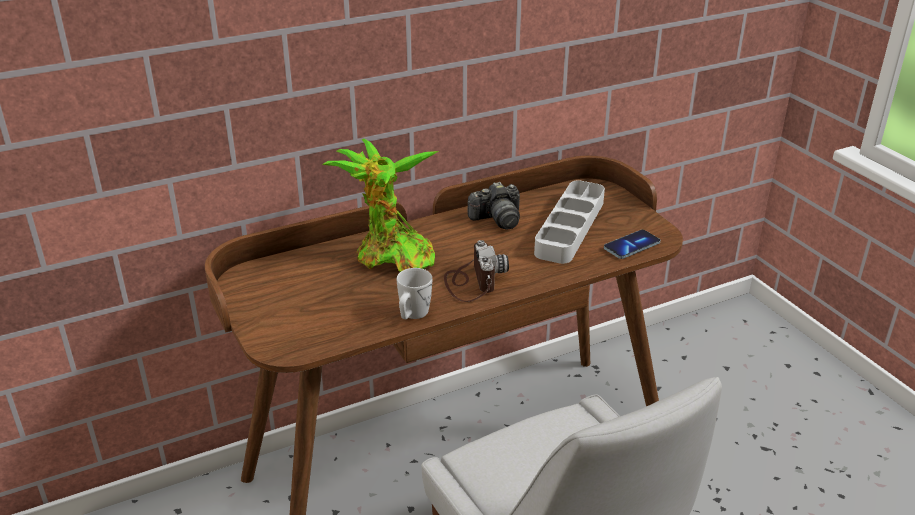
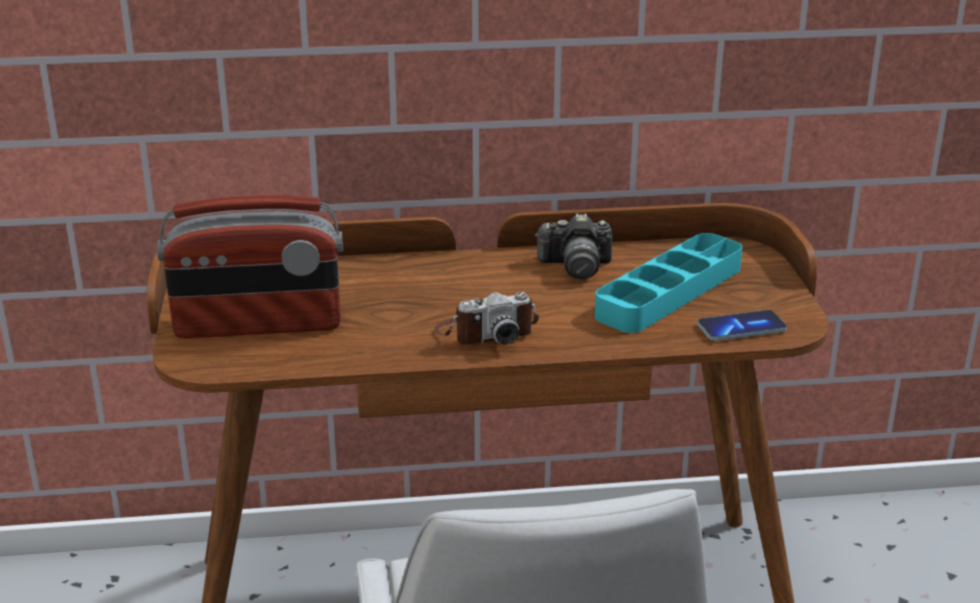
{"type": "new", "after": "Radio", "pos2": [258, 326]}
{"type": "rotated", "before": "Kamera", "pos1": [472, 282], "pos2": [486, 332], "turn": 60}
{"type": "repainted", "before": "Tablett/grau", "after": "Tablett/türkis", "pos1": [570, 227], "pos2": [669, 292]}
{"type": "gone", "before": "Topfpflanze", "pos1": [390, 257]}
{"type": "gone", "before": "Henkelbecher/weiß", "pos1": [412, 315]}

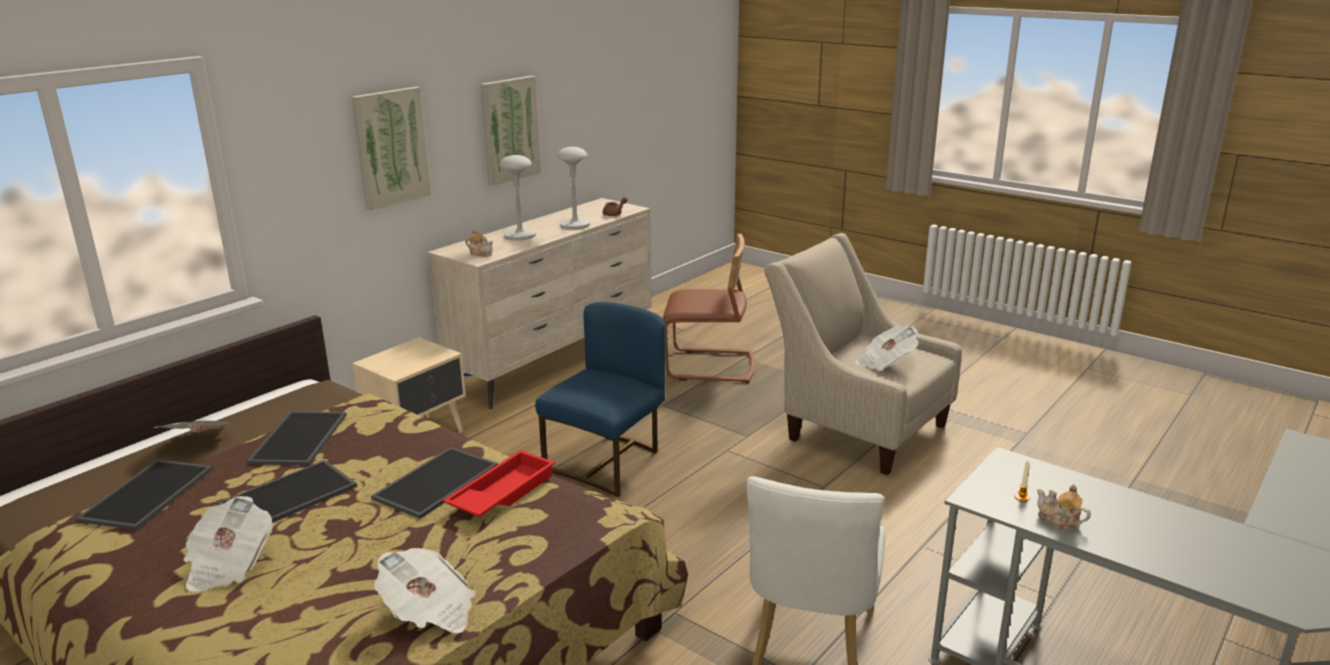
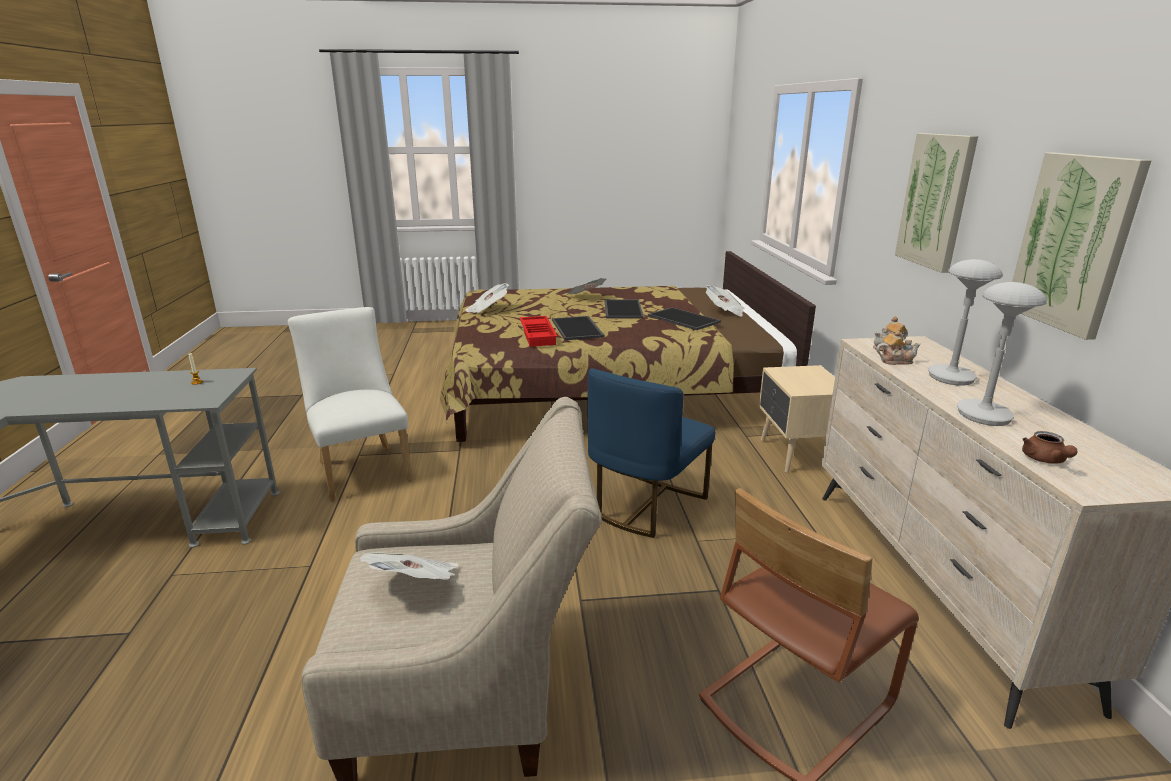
{"type": "rotated", "before": "Stuhl/blau", "pos1": [607, 462], "pos2": [646, 505], "turn": 45}
{"type": "shifted", "before": "Teekanne", "pos1": [1058, 521], "pos2": [895, 361]}
{"type": "gone", "before": "Tablett", "pos1": [148, 495]}

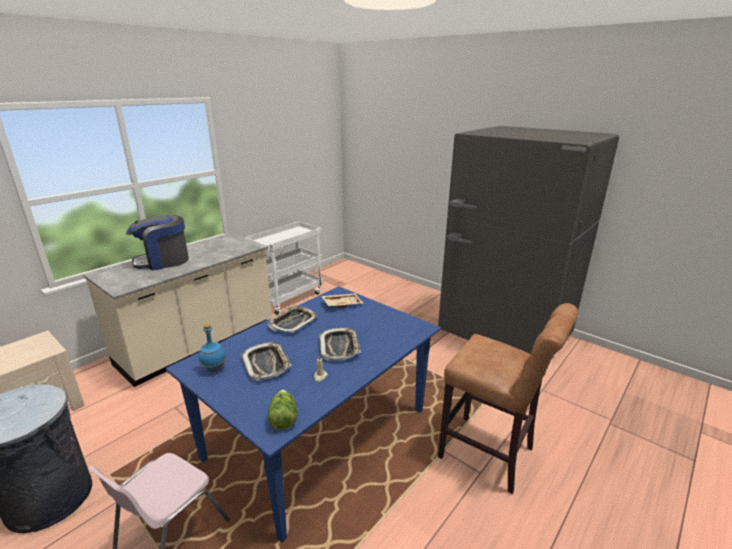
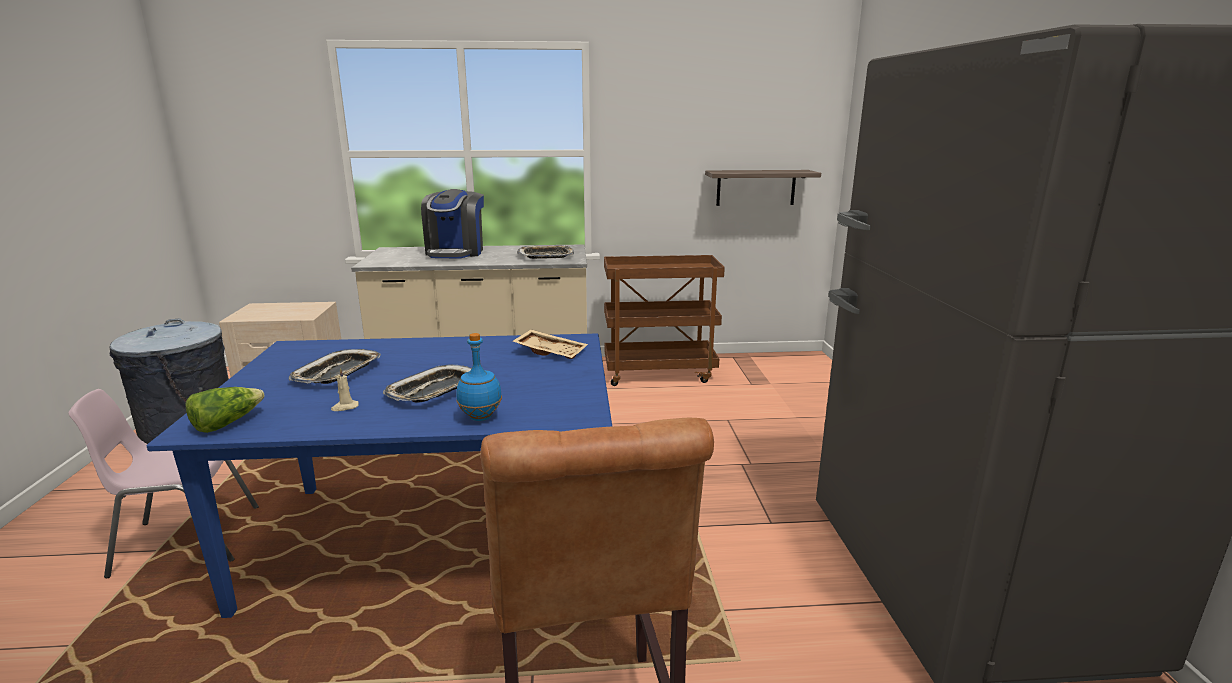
{"type": "rotated", "before": "Kaffeemaschine", "pos1": [163, 261], "pos2": [456, 252], "turn": -105}
{"type": "shifted", "before": "Flasche/blau", "pos1": [214, 369], "pos2": [480, 417]}
{"type": "shifted", "before": "Tablett", "pos1": [292, 322], "pos2": [546, 256]}
{"type": "repainted", "before": "Rollwagen/weiß", "after": "Rollwagen/braun", "pos1": [289, 297], "pos2": [660, 373]}
{"type": "new", "after": "Wandregal", "pos2": [756, 187]}

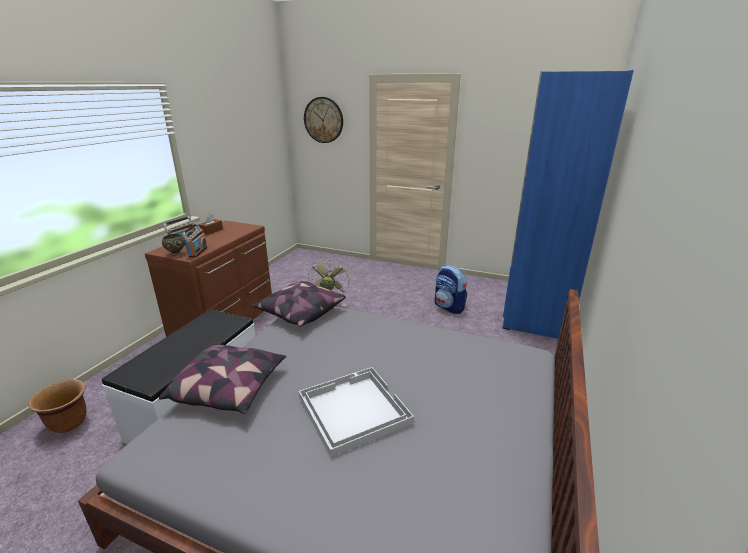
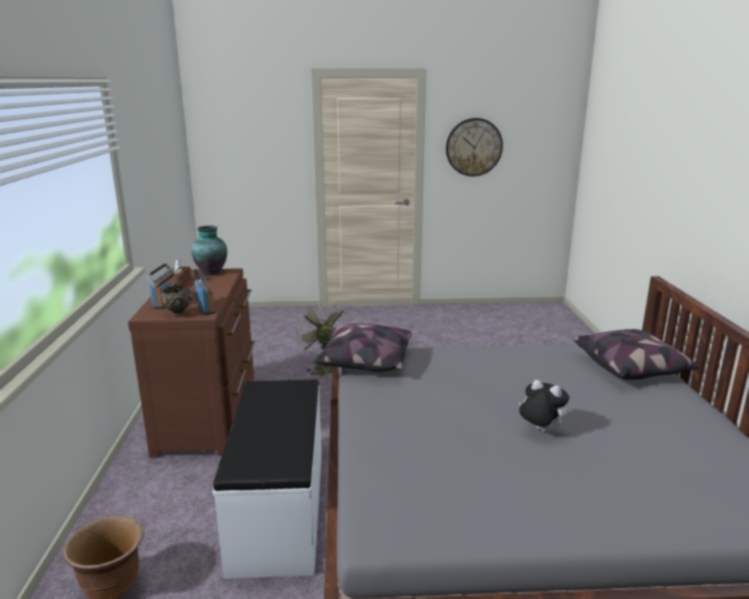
{"type": "new", "after": "Vase", "pos2": [211, 271]}
{"type": "shifted", "before": "Wanduhr", "pos1": [323, 120], "pos2": [474, 147]}
{"type": "swapped", "before": "Tablett/weiß", "after": "Plüschtier", "pos1": [352, 409], "pos2": [539, 430]}
{"type": "shifted", "before": "Kissen", "pos1": [230, 388], "pos2": [632, 368]}
{"type": "gone", "before": "Rucksack", "pos1": [449, 307]}
{"type": "gone", "before": "Kleiderschrank/blau", "pos1": [536, 309]}

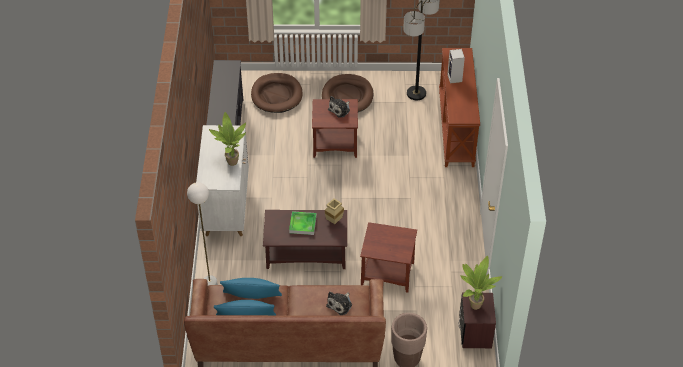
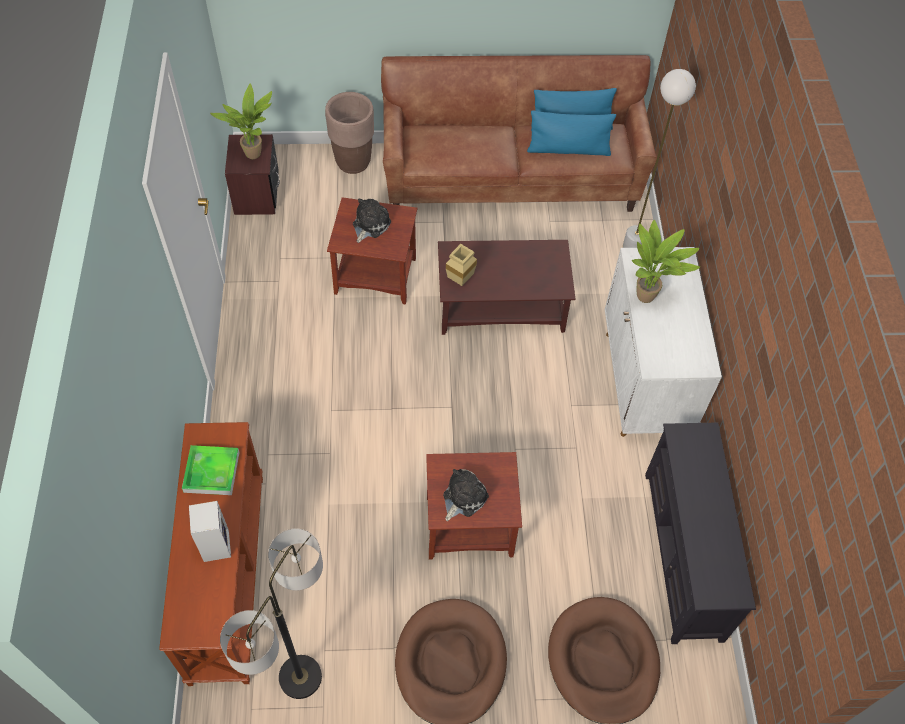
{"type": "shifted", "before": "Tablett", "pos1": [303, 224], "pos2": [211, 472]}
{"type": "shifted", "before": "Plüschtier", "pos1": [340, 304], "pos2": [370, 225]}

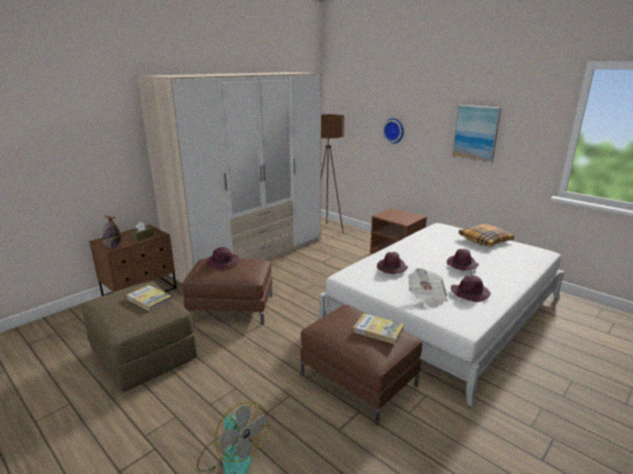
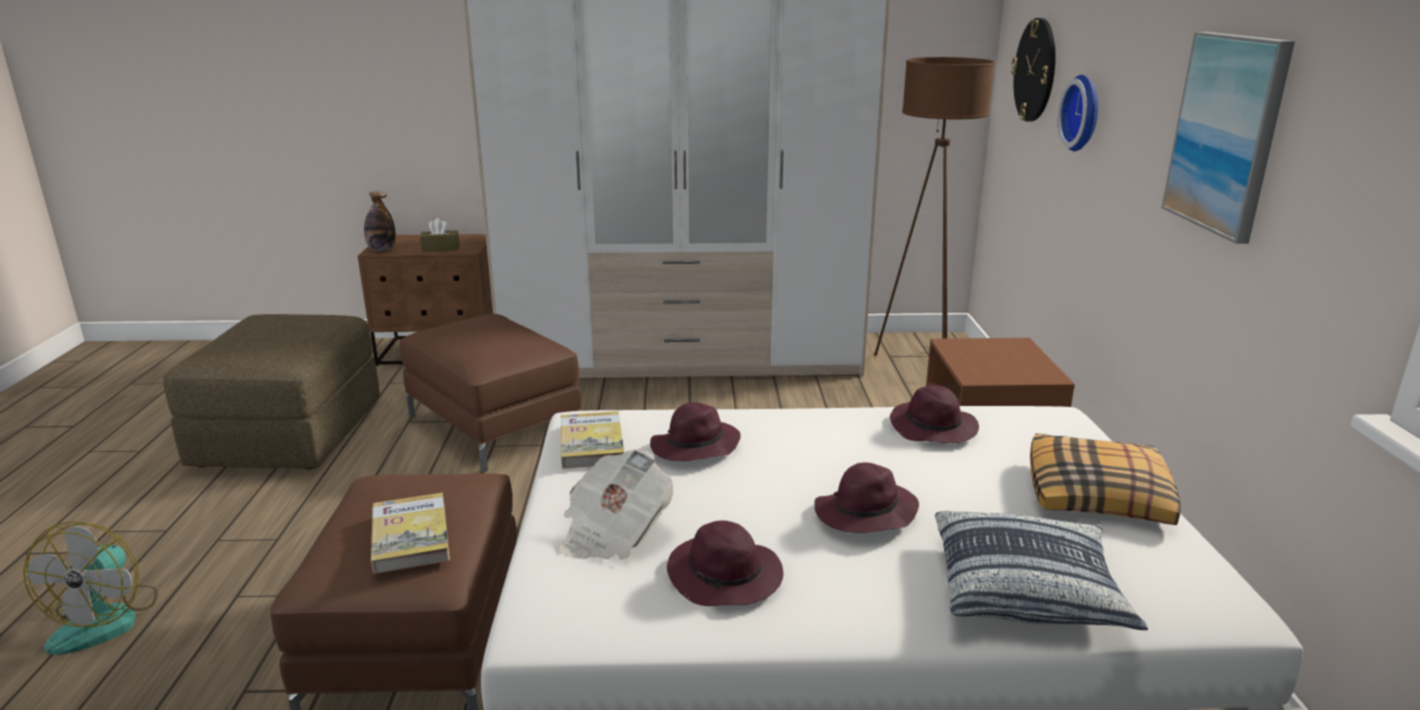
{"type": "shifted", "before": "Buch", "pos1": [149, 300], "pos2": [591, 444]}
{"type": "shifted", "before": "Hut/lila", "pos1": [223, 262], "pos2": [934, 428]}
{"type": "new", "after": "Kissen", "pos2": [1027, 588]}
{"type": "new", "after": "Wanduhr", "pos2": [1035, 70]}

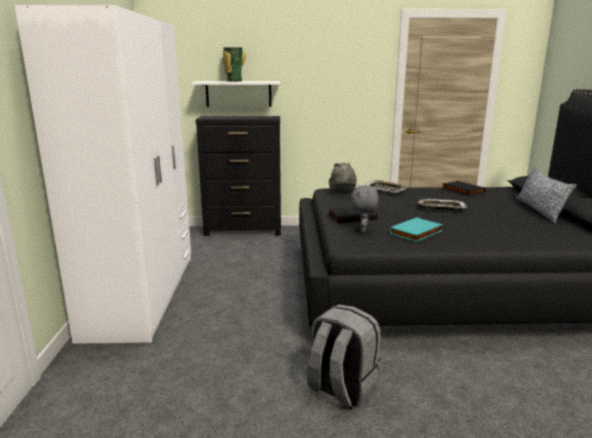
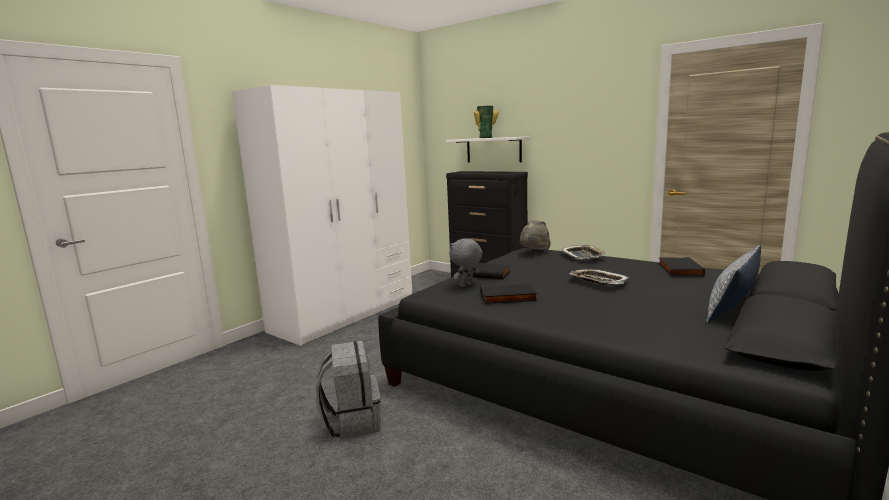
{"type": "repainted", "before": "Buch/türkis", "after": "Buch/schwarz", "pos1": [417, 233], "pos2": [508, 297]}

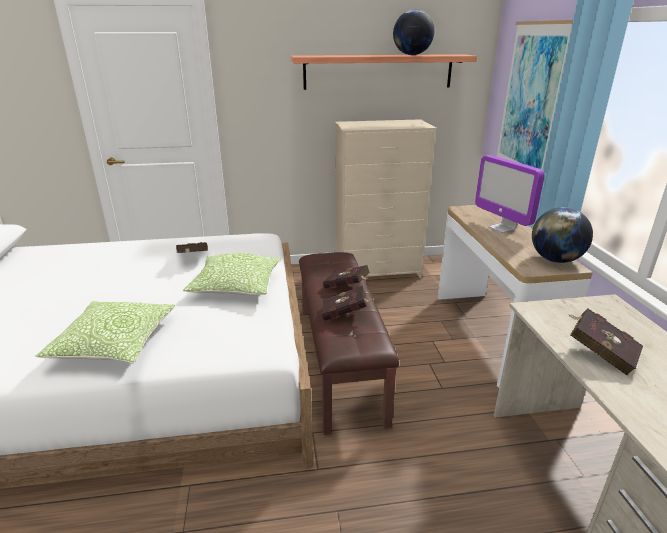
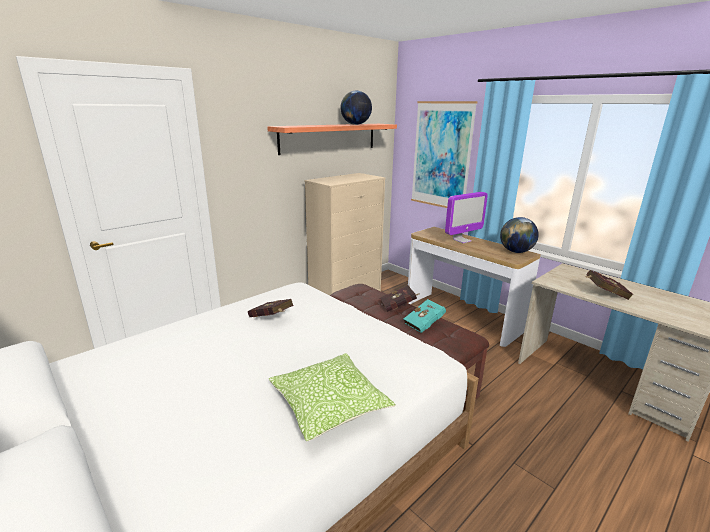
{"type": "repainted", "before": "Buch/rot", "after": "Buch/türkis", "pos1": [346, 314], "pos2": [425, 324]}
{"type": "rotated", "before": "Monitor", "pos1": [501, 228], "pos2": [462, 240], "turn": -60}
{"type": "gone", "before": "Kissen", "pos1": [236, 286]}

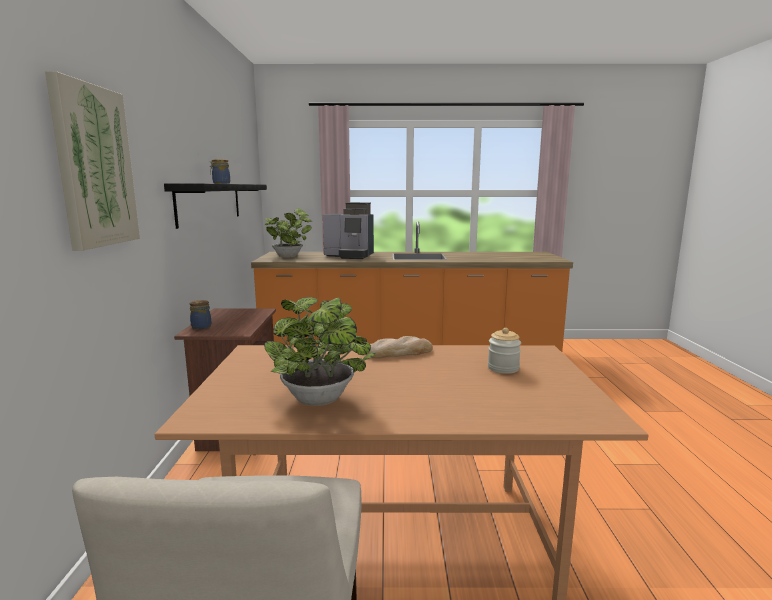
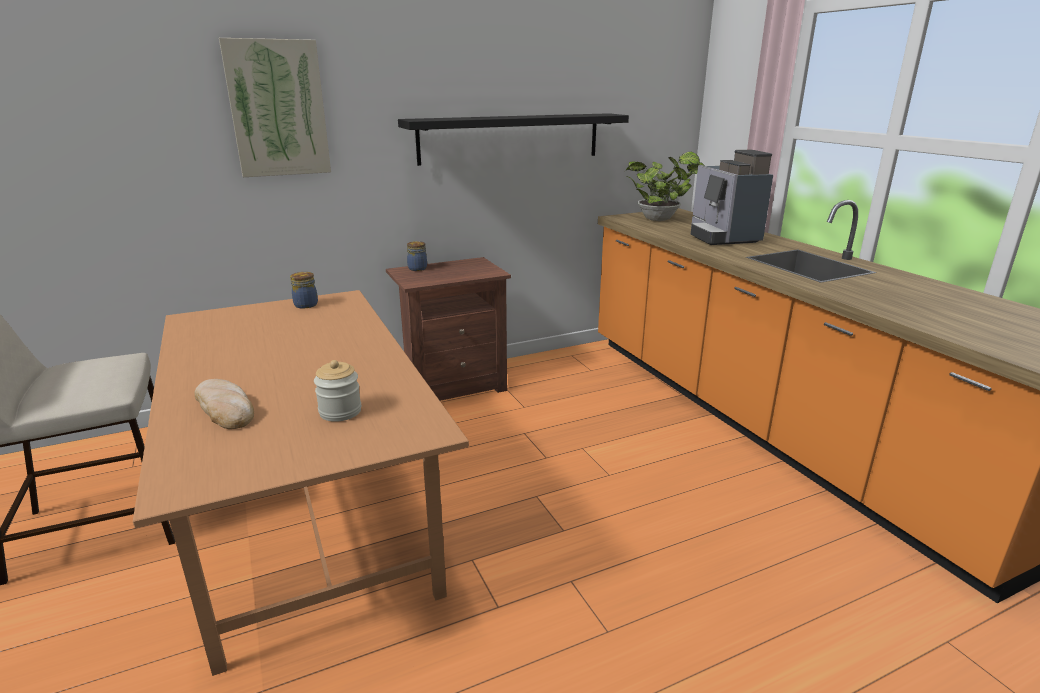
{"type": "shifted", "before": "Brot", "pos1": [398, 352], "pos2": [226, 408]}
{"type": "shifted", "before": "Vorratsglas", "pos1": [220, 183], "pos2": [305, 305]}
{"type": "gone", "before": "Topfpflanze", "pos1": [320, 401]}

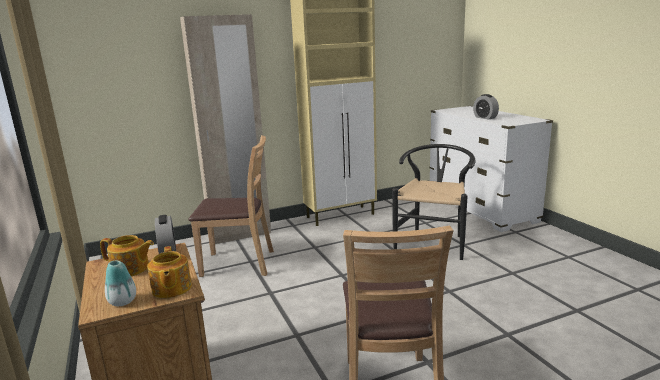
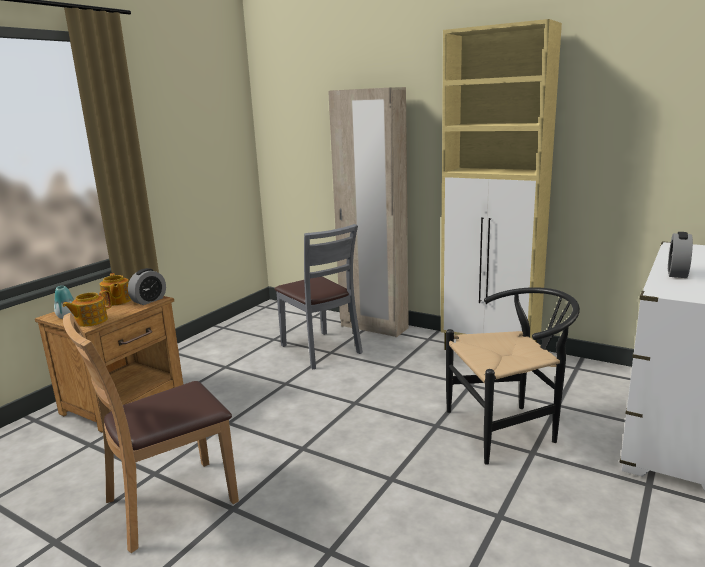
{"type": "repainted", "before": "Stuhl/braun", "after": "Stuhl/grau", "pos1": [239, 263], "pos2": [320, 350]}

